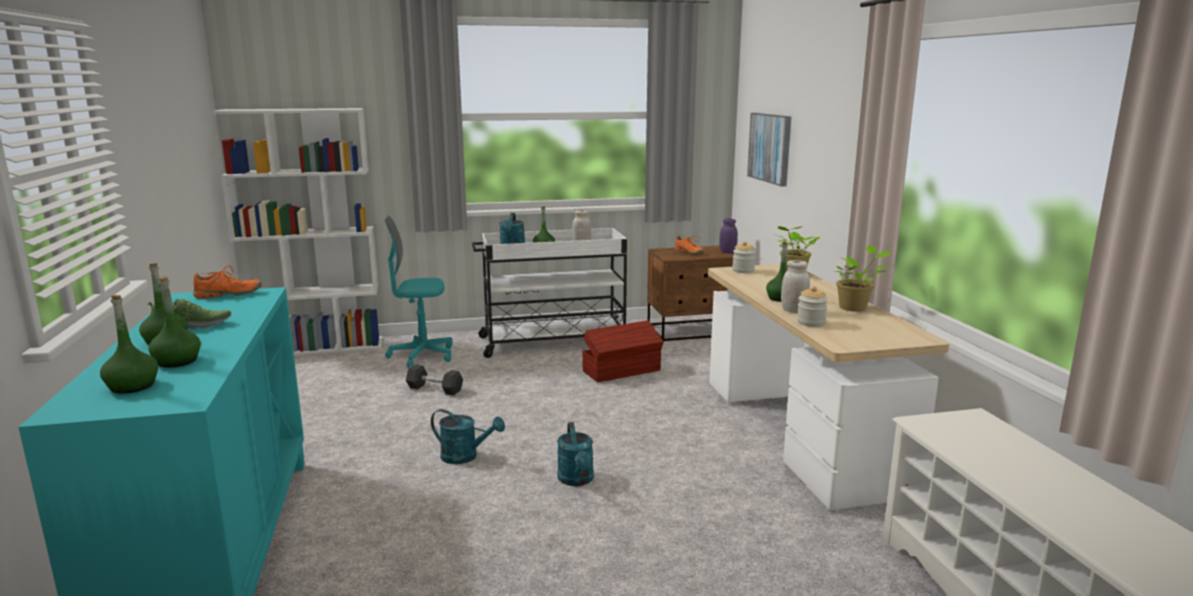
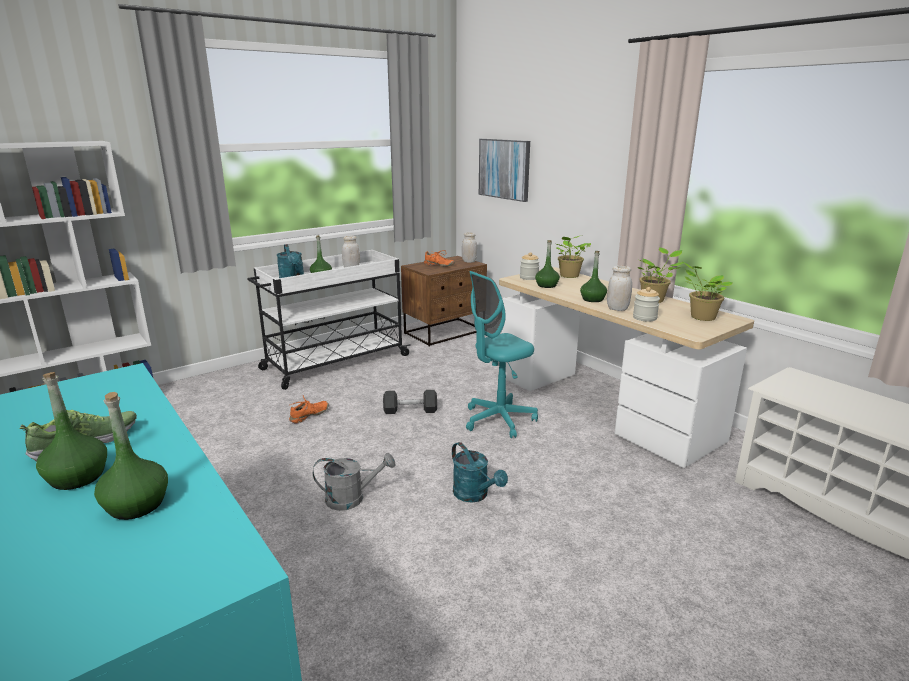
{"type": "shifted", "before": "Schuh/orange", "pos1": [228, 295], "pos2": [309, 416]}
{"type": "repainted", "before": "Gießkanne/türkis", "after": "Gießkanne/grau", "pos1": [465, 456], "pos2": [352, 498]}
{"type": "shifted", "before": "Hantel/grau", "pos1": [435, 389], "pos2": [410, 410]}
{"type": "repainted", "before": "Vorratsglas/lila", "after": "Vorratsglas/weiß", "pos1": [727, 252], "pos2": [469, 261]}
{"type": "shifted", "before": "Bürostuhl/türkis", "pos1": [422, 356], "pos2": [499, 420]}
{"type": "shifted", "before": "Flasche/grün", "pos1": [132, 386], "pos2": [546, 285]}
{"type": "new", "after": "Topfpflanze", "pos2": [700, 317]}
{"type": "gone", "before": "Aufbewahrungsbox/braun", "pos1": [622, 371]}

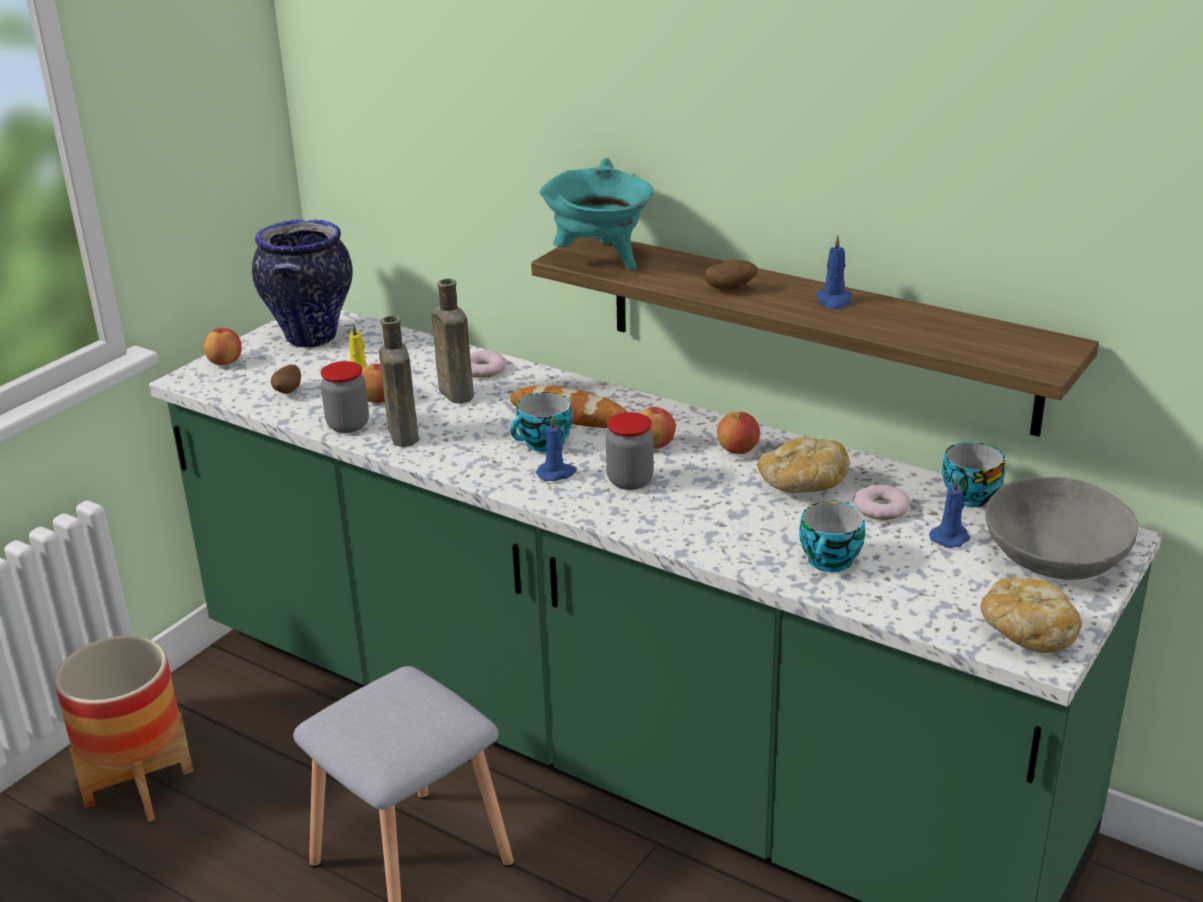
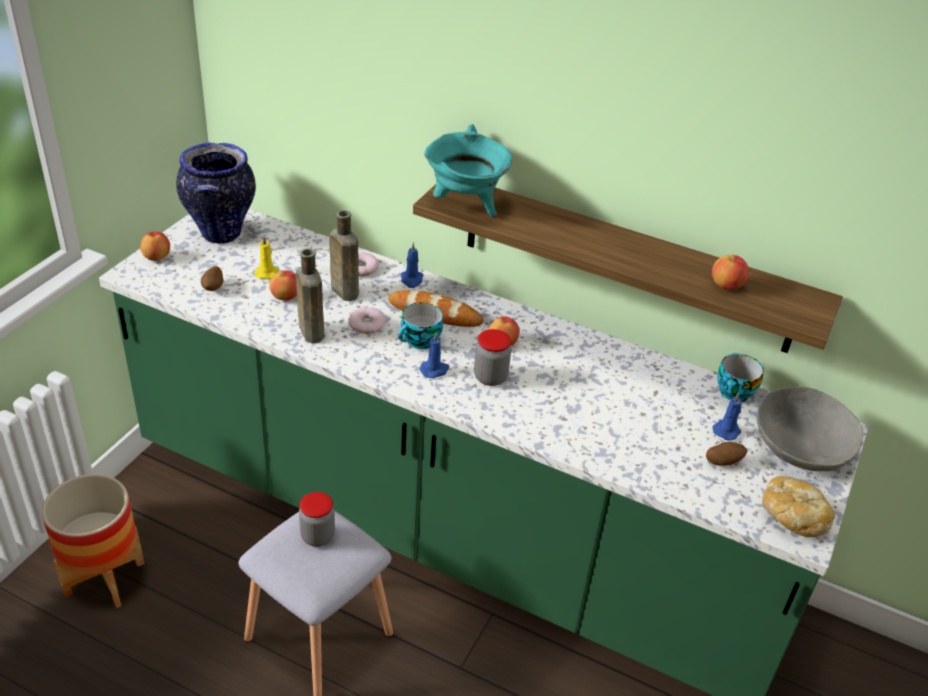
{"type": "shifted", "before": "Vorratsglas", "pos1": [348, 425], "pos2": [317, 536]}
{"type": "shifted", "before": "Donut", "pos1": [881, 508], "pos2": [367, 324]}
{"type": "shifted", "before": "Kerze/blau", "pos1": [834, 301], "pos2": [411, 280]}
{"type": "shifted", "before": "Kartoffel", "pos1": [730, 289], "pos2": [723, 462]}
{"type": "shifted", "before": "Apfel", "pos1": [738, 450], "pos2": [727, 286]}
{"type": "gone", "before": "Brot", "pos1": [801, 486]}
{"type": "gone", "before": "Tasse", "pos1": [831, 562]}

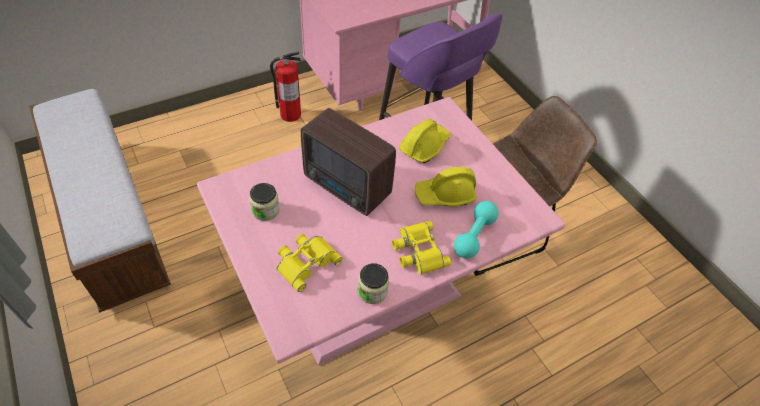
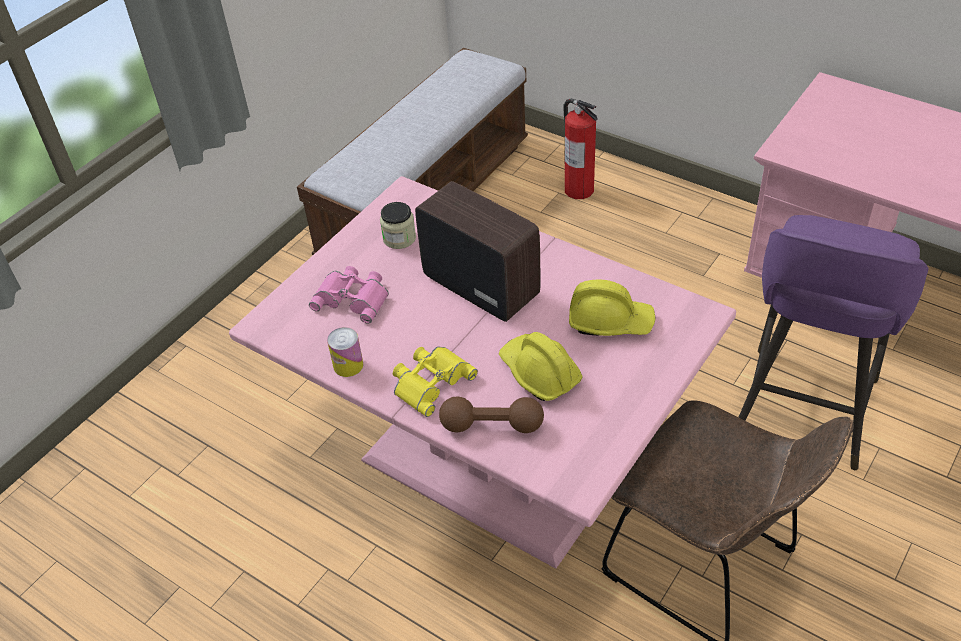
{"type": "repainted", "before": "Fernglas/gelb", "after": "Fernglas/rosa", "pos1": [306, 261], "pos2": [353, 297]}
{"type": "swapped", "before": "Vorratsglas", "after": "Dose", "pos1": [372, 291], "pos2": [348, 365]}
{"type": "rotated", "before": "Radio", "pos1": [347, 188], "pos2": [480, 284], "turn": 120}
{"type": "repainted", "before": "Hantel/türkis", "after": "Hantel/braun", "pos1": [474, 236], "pos2": [492, 425]}
{"type": "shifted", "before": "Feuerlöscher", "pos1": [290, 114], "pos2": [578, 189]}

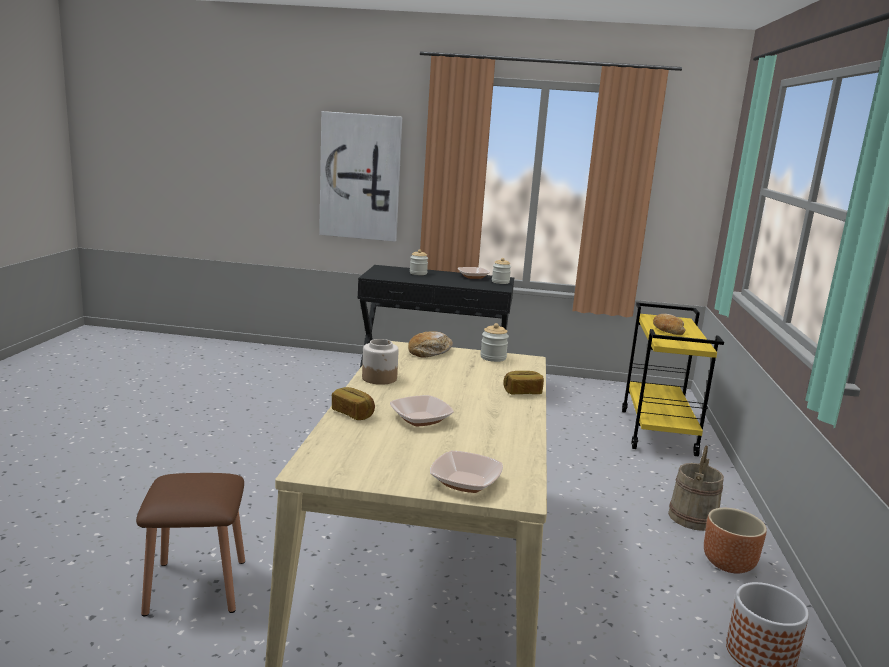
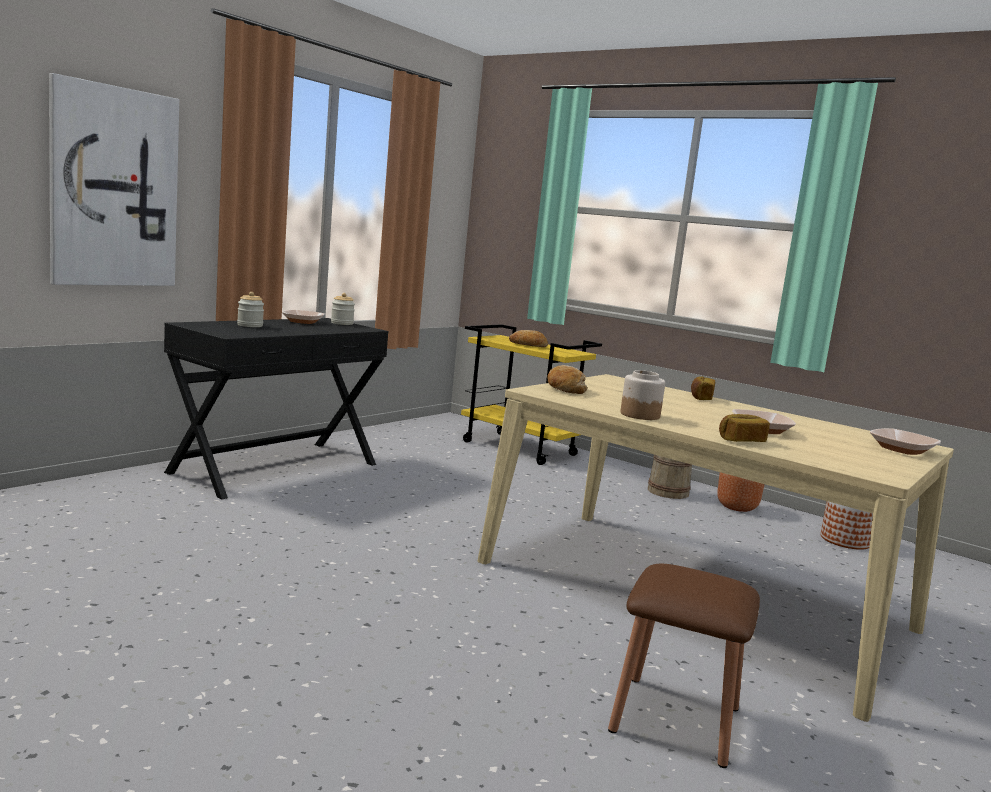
{"type": "gone", "before": "Vorratsglas", "pos1": [493, 358]}

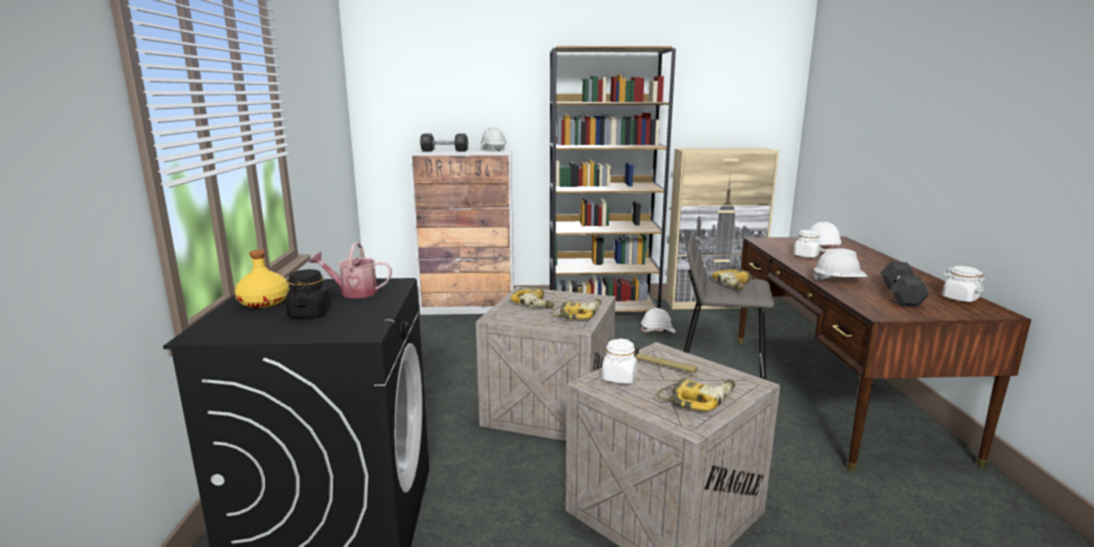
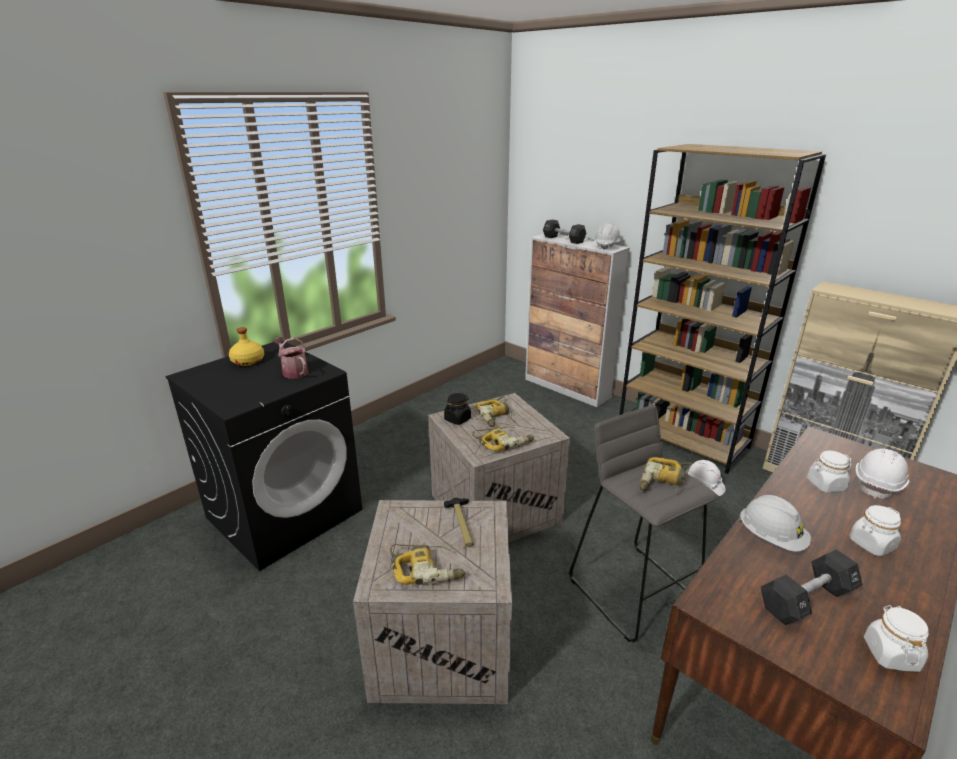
{"type": "shifted", "before": "Vorratsglas/schwarz", "pos1": [309, 313], "pos2": [457, 419]}
{"type": "shifted", "before": "Vorratsglas/weiß", "pos1": [619, 378], "pos2": [871, 544]}

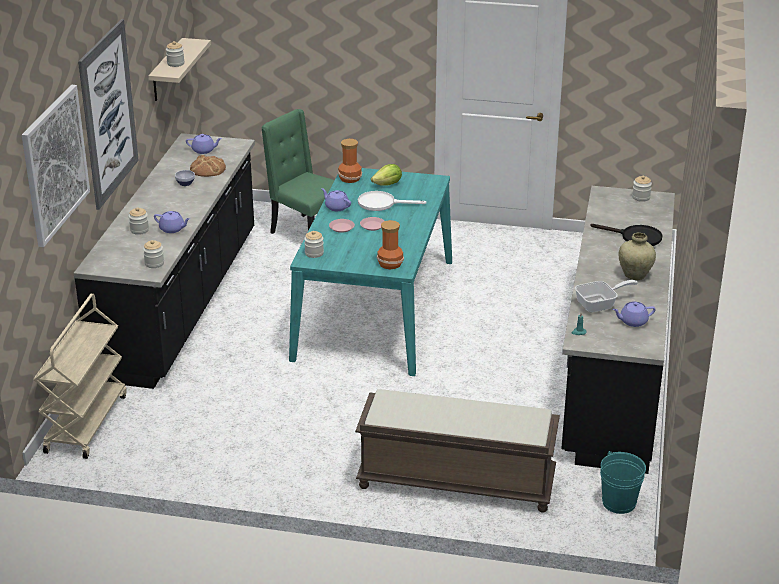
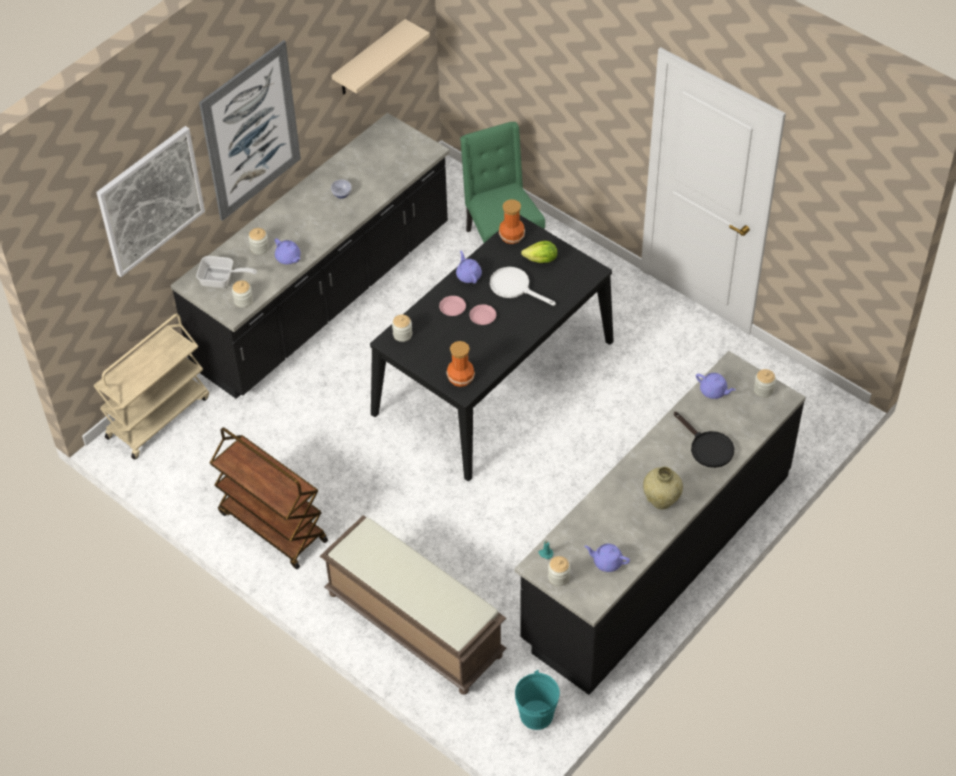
{"type": "shifted", "before": "Pfanne", "pos1": [600, 304], "pos2": [221, 280]}
{"type": "new", "after": "Rollwagen/braun", "pos2": [272, 526]}
{"type": "repainted", "before": "Esstisch/türkis", "after": "Esstisch/schwarz", "pos1": [375, 308], "pos2": [493, 377]}
{"type": "shifted", "before": "Vorratsglas", "pos1": [175, 63], "pos2": [559, 577]}
{"type": "shifted", "before": "Teekanne/lila", "pos1": [204, 150], "pos2": [714, 391]}
{"type": "gone", "before": "Brot", "pos1": [207, 169]}

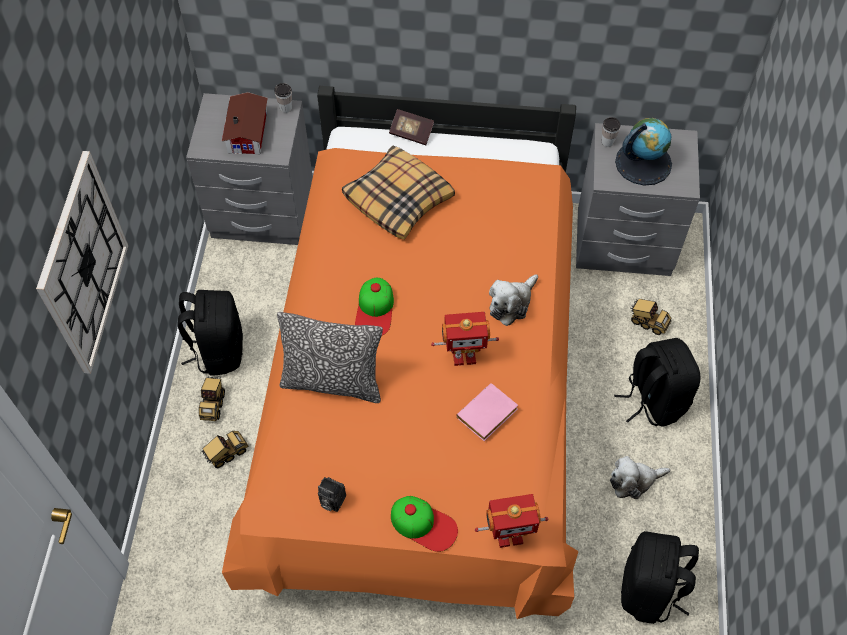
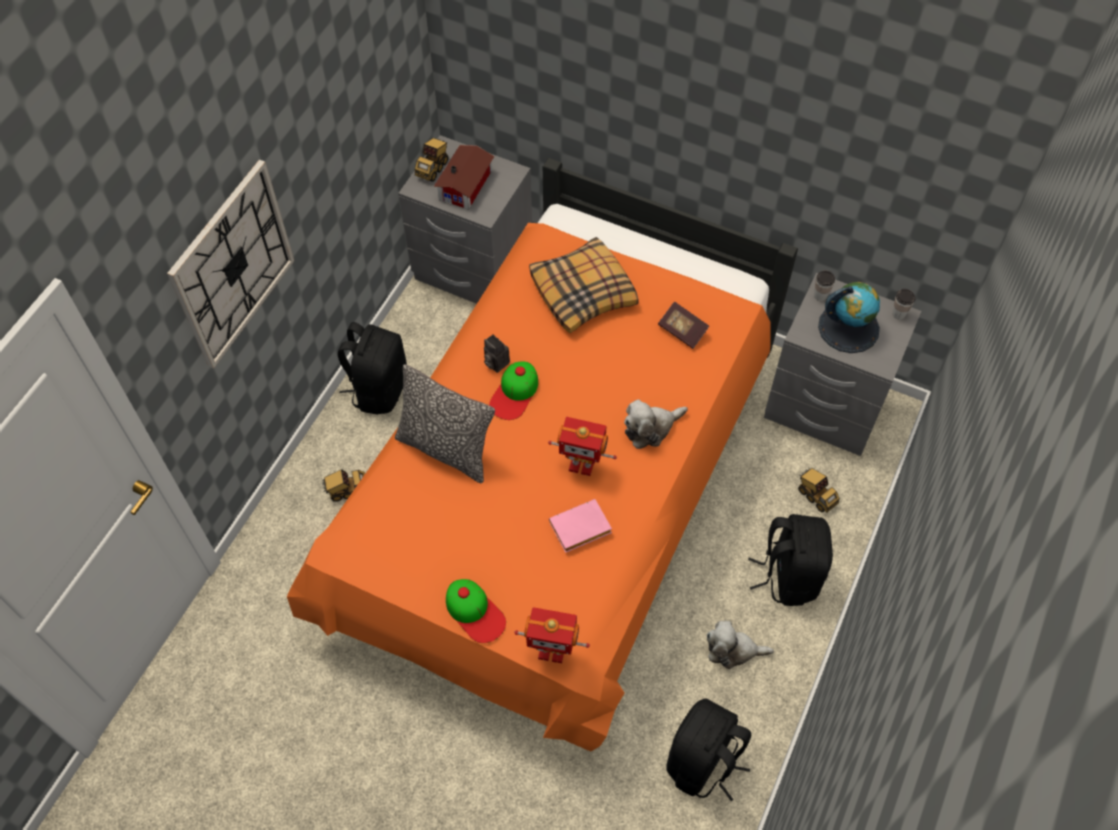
{"type": "shifted", "before": "Spielzeuglaster", "pos1": [213, 404], "pos2": [433, 168]}
{"type": "shifted", "before": "Kamera", "pos1": [331, 500], "pos2": [495, 362]}
{"type": "shifted", "before": "Buch", "pos1": [411, 133], "pos2": [682, 331]}
{"type": "shifted", "before": "Tasse", "pos1": [285, 108], "pos2": [898, 314]}

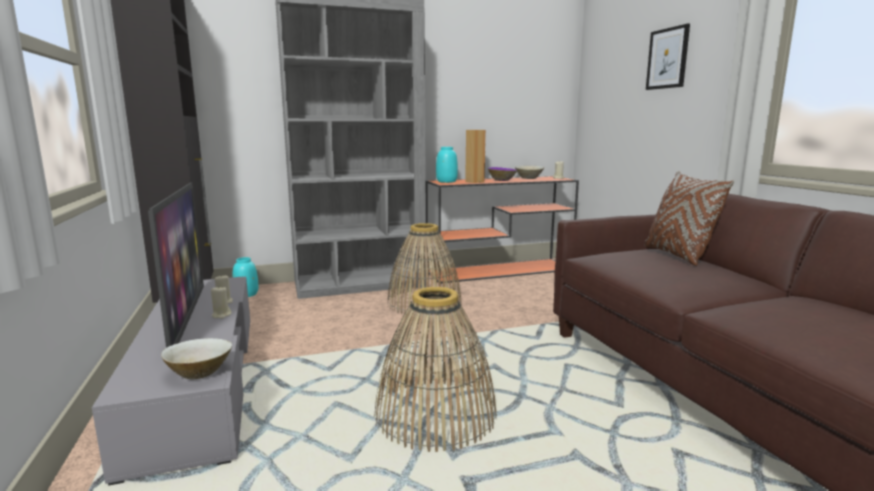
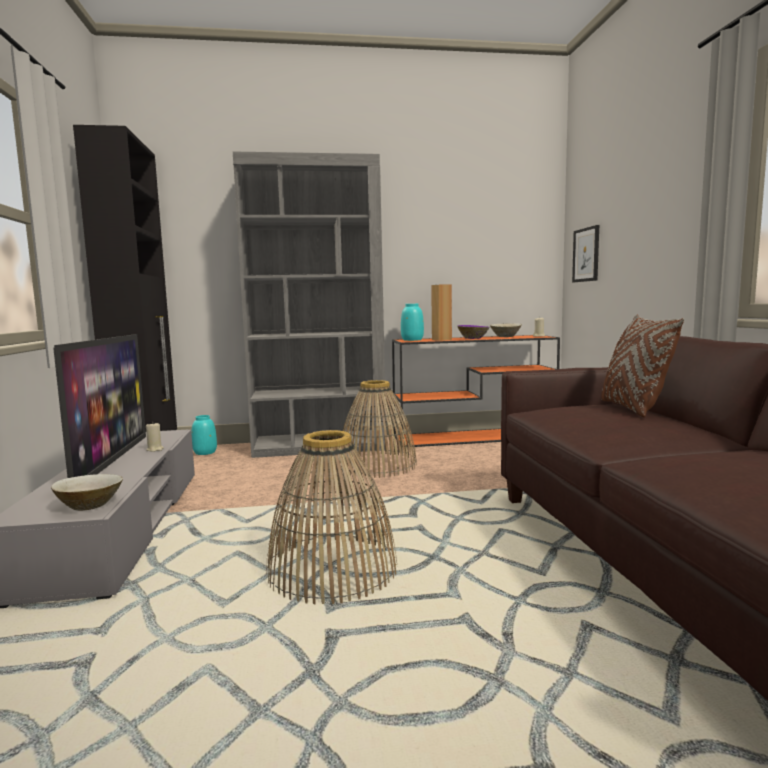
{"type": "shifted", "before": "Bild", "pos1": [667, 58], "pos2": [586, 255]}
{"type": "gone", "before": "Kerze/beige", "pos1": [221, 315]}

